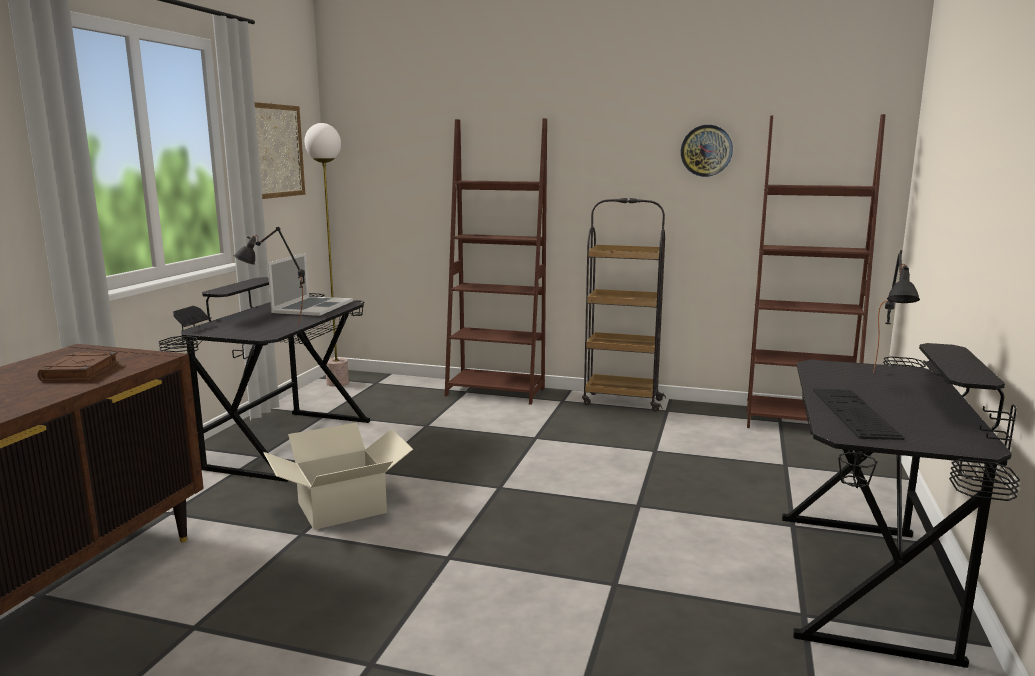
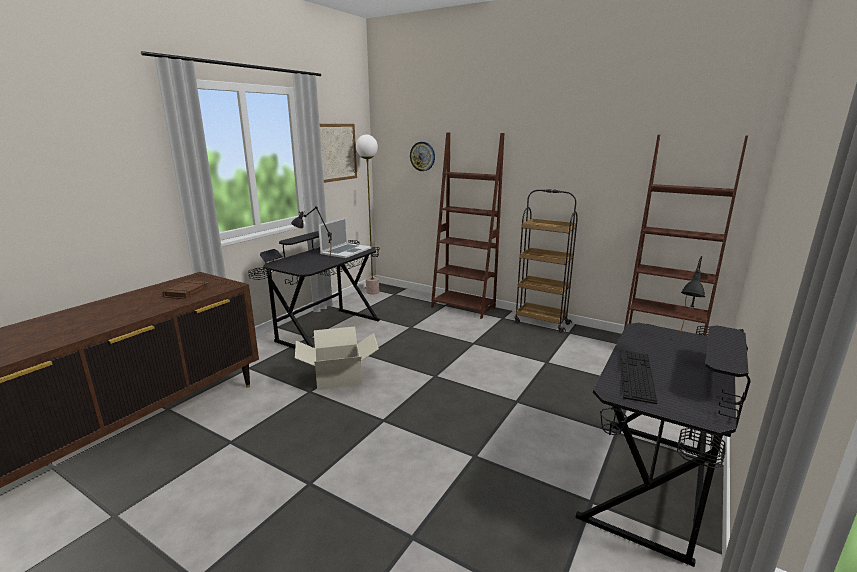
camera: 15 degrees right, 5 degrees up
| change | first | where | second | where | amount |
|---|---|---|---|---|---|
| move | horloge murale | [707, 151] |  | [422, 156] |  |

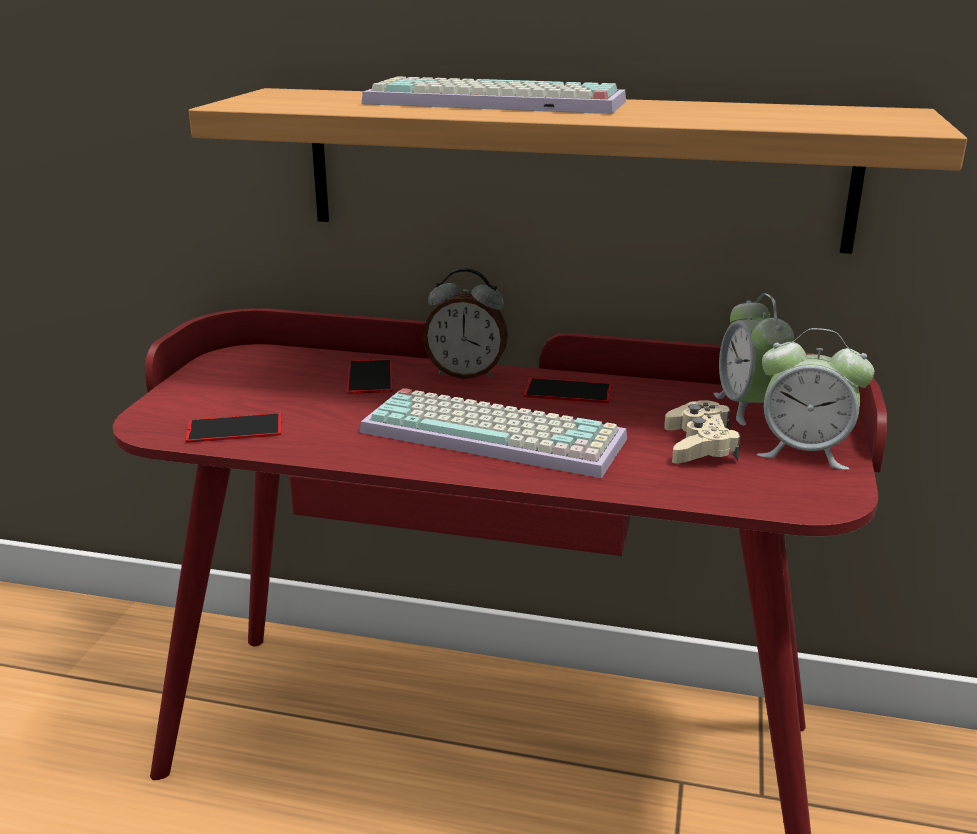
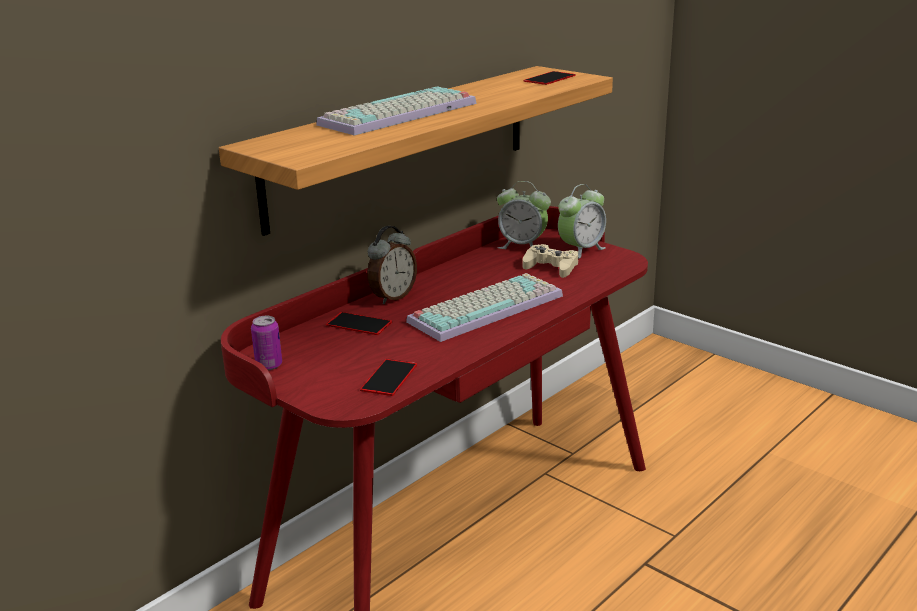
camera: 60 degrees left, 0 degrees up
| change | first | where | second | where | amount |
|---|---|---|---|---|---|
| move | téléphone | [567, 390] |  | [550, 78] |  |
| insert |  |  | boîte métallique | [266, 343] |  |

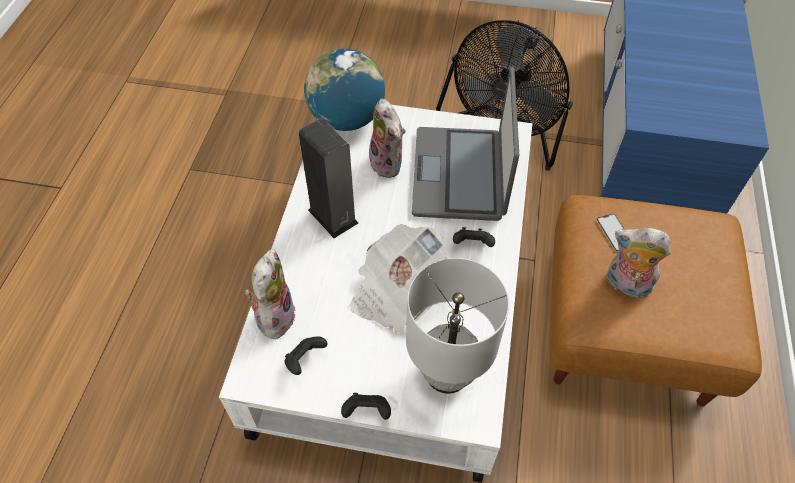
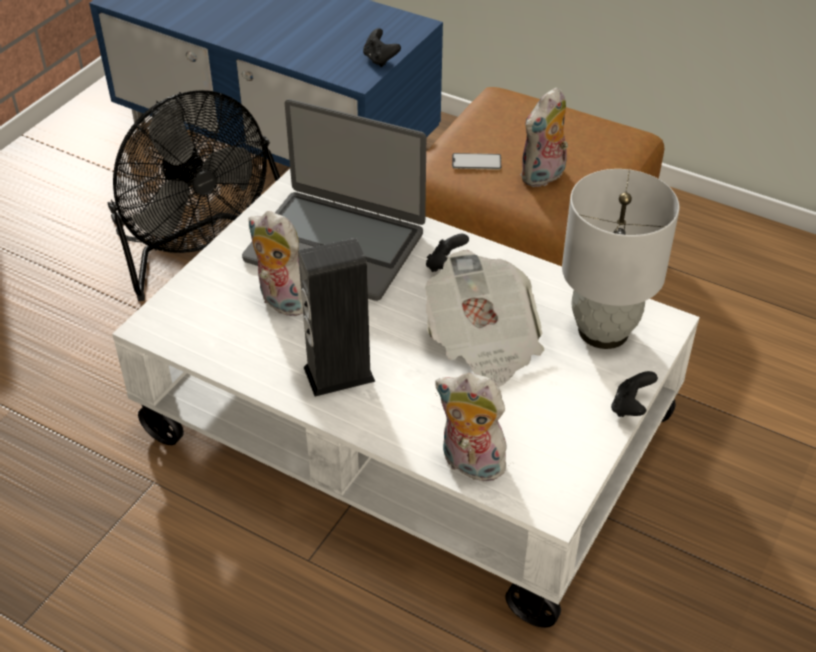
camera: 70 degrees left, 10 degrees down
| change | first | where | second | where | amount |
|---|---|---|---|---|---|
| move | manette (noir) | [306, 356] |  | [382, 47] |  |
| delete | globe | [344, 89] |  |  |  |
| rotate | peluche | [387, 138] |  | [275, 263] | 135 degrees counterclockwise |

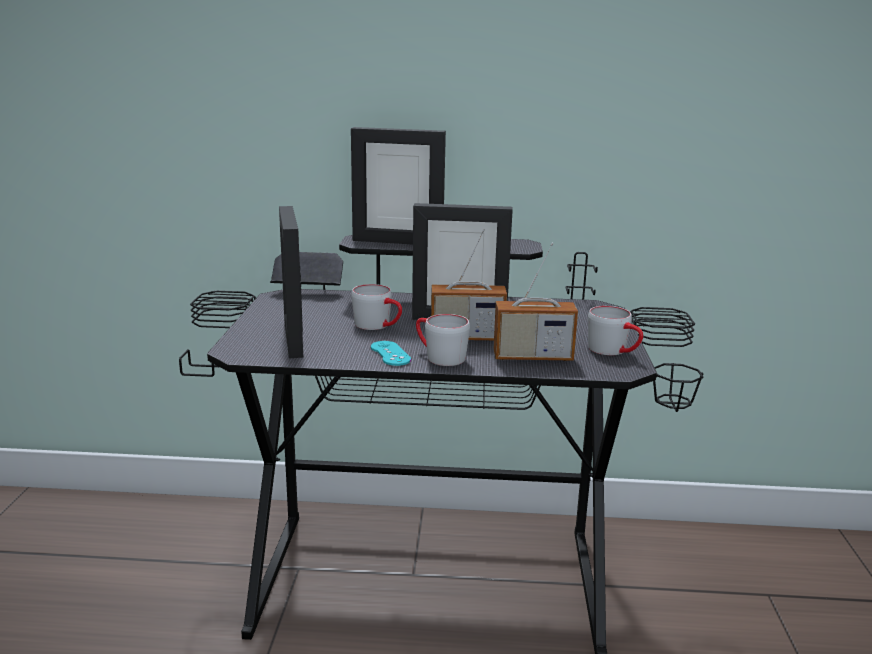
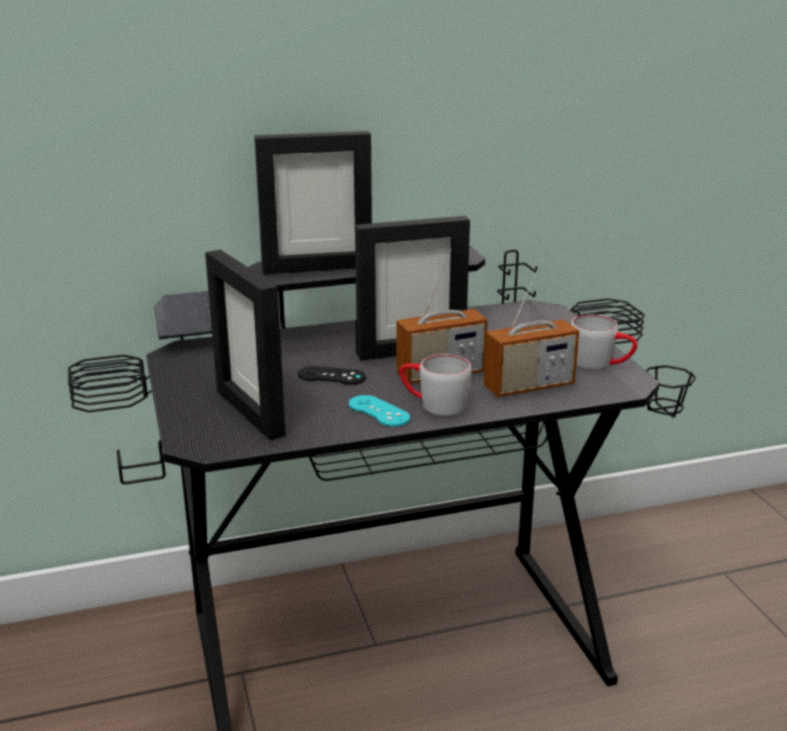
camera: 20 degrees left, 5 degrees up
| change | first | where | second | where | amount |
|---|---|---|---|---|---|
| replace | mug (gris) | [376, 307] | manette (noir) | [332, 375] |  |

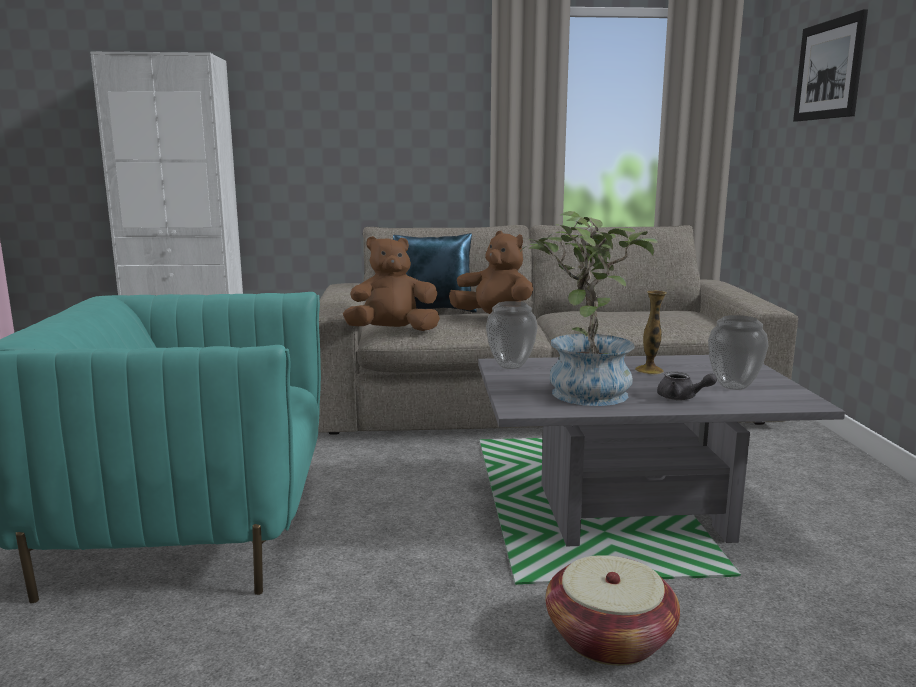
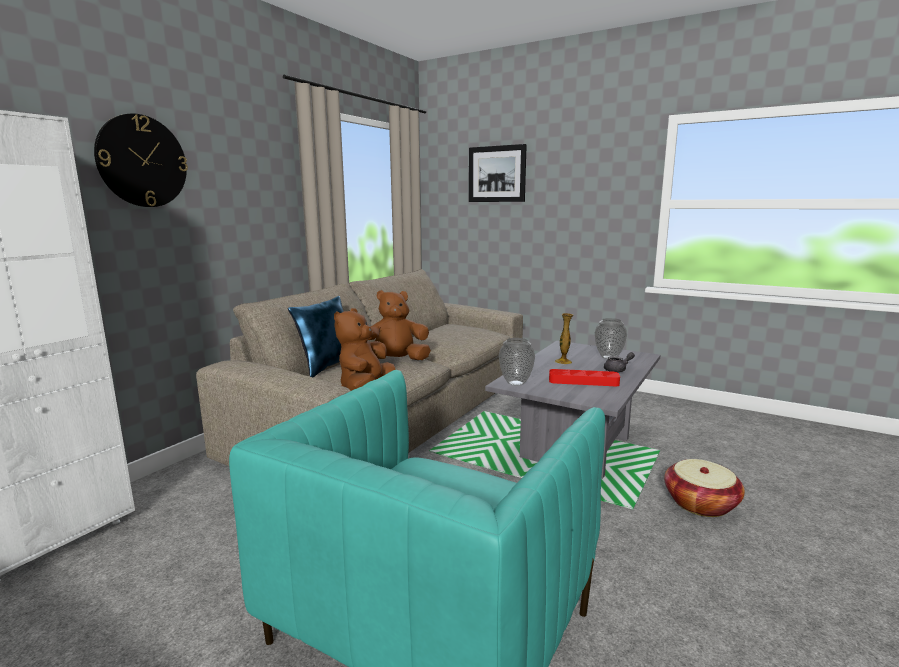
camera: 55 degrees left, 0 degrees up
| change | first | where | second | where | amount |
|---|---|---|---|---|---|
| replace | plante en pot | [588, 308] | plateau (rouge) | [584, 377] |  |
| insert |  |  | horloge murale | [141, 160] |  |

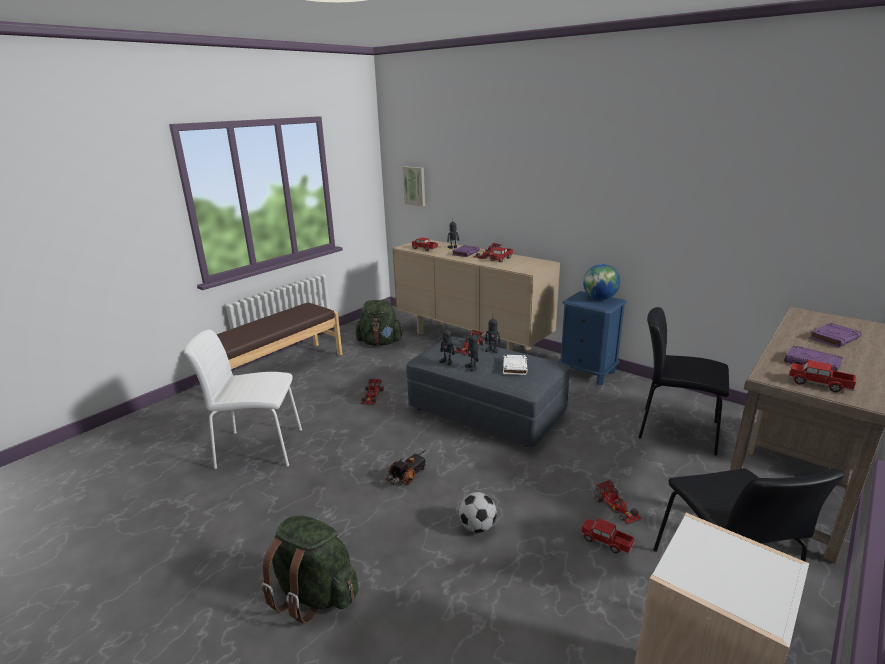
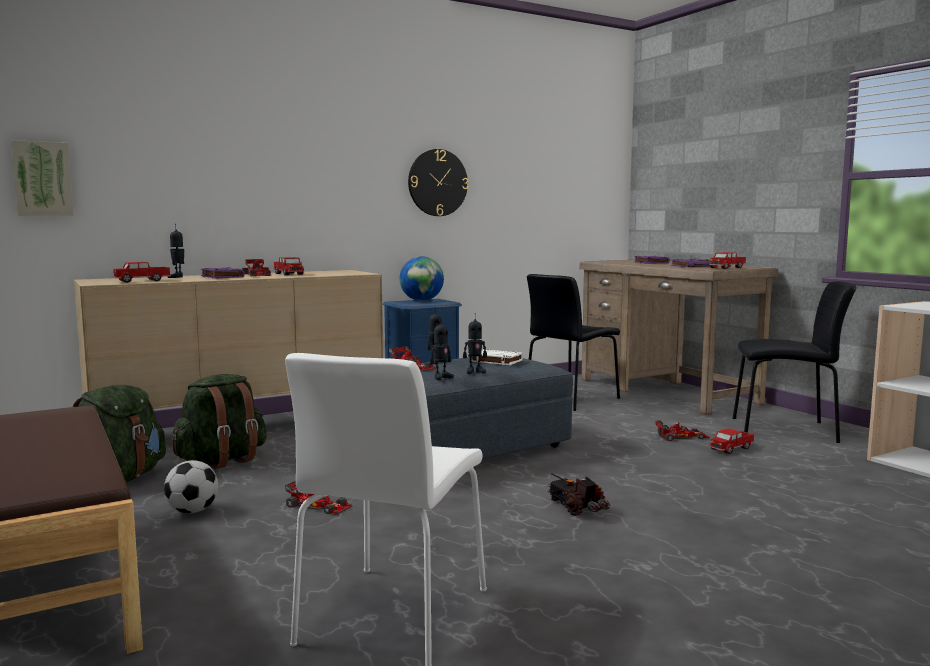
camera: 70 degrees left, 15 degrees down
| change | first | where | second | where | amount |
|---|---|---|---|---|---|
| move | sac à dos (vert) | [309, 569] |  | [219, 421] |  |
| move | ballon de foot | [478, 512] |  | [191, 486] |  |
| insert |  |  | horloge murale | [438, 182] |  |

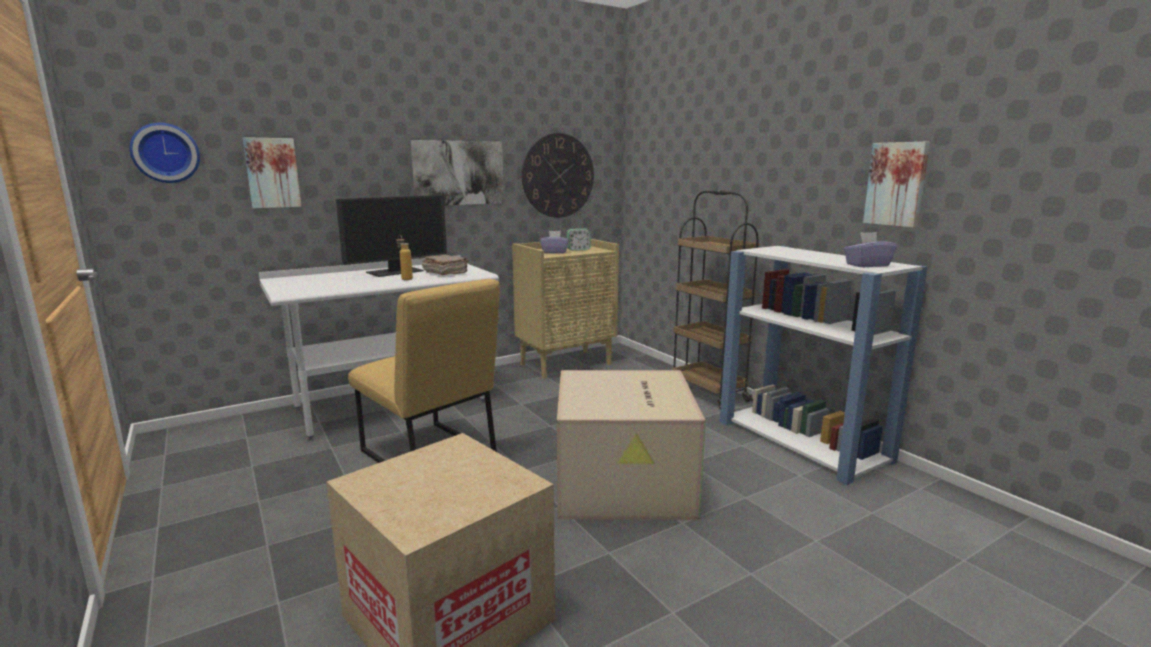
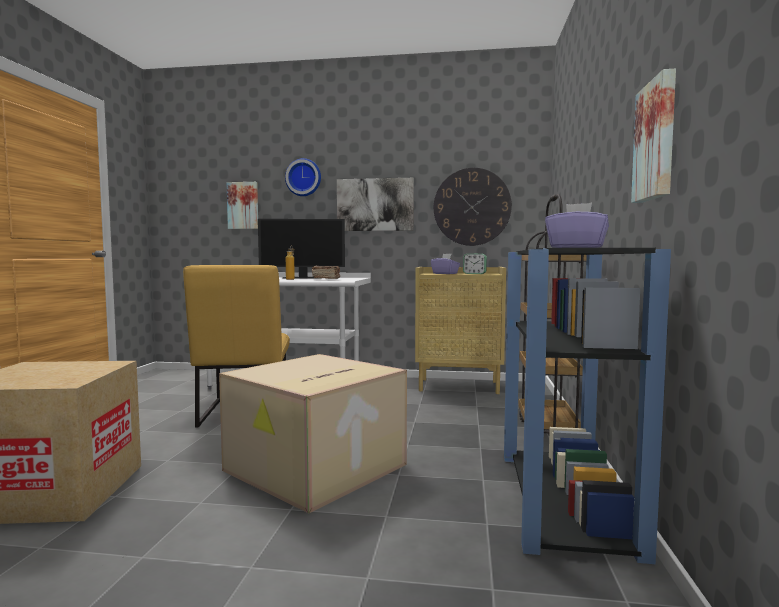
camera: 40 degrees right, 10 degrees down
| change | first | where | second | where | amount |
|---|---|---|---|---|---|
| move | horloge murale | [165, 153] |  | [303, 177] |  |
| recolor | bibliothèque (blanc) | [824, 365] | bibliothèque (noir) | [587, 406] |  |

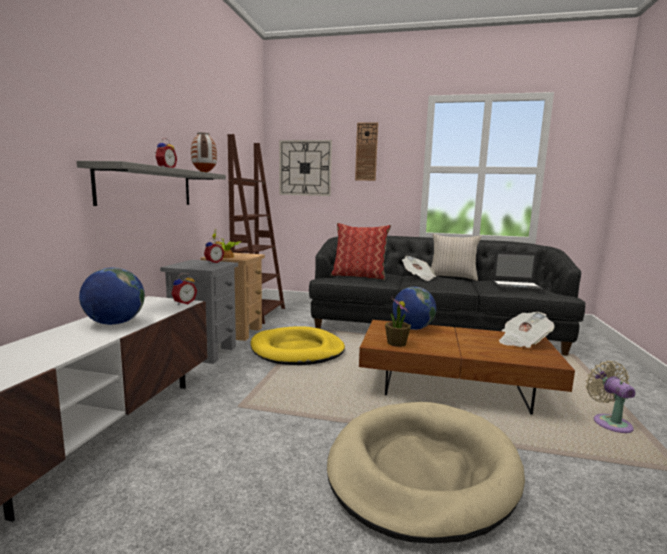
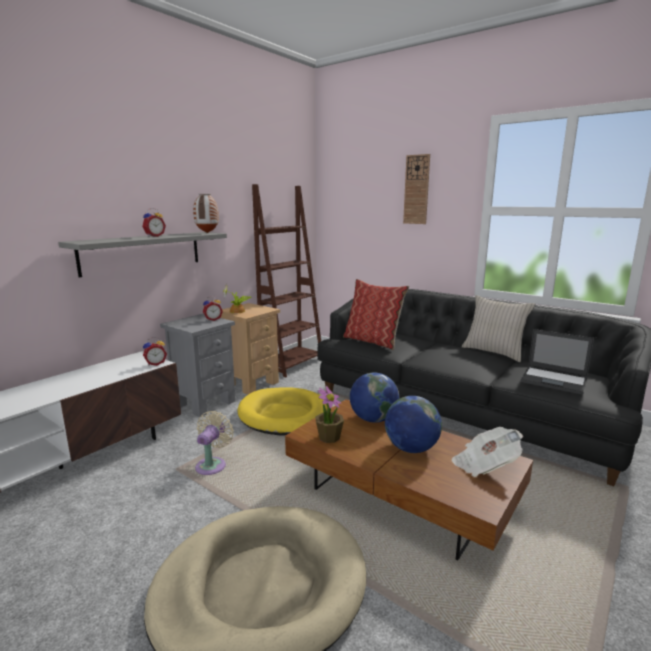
camera: 25 degrees right, 5 degrees up
| change | first | where | second | where | amount |
|---|---|---|---|---|---|
| move | globe | [112, 296] |  | [413, 424] |  |
| delete | horloge murale | [305, 168] |  |  |  |
| delete | journal | [419, 268] |  |  |  |
| move | ventilateur (beige) | [610, 397] |  | [214, 443] |  |

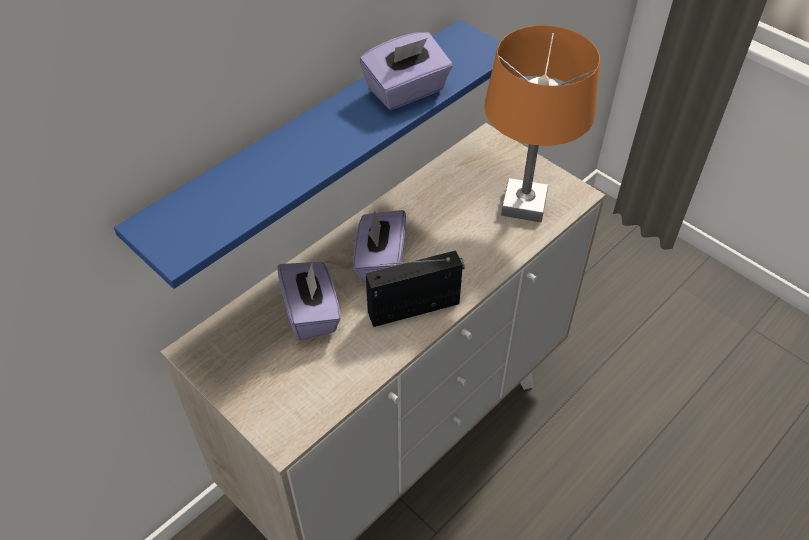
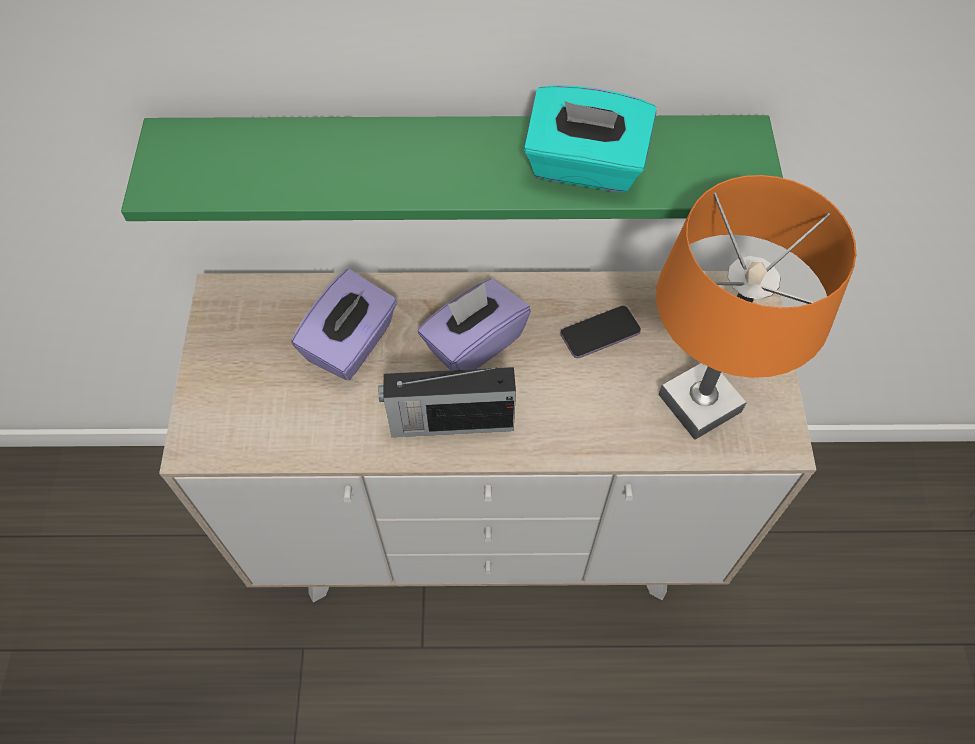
camera: 45 degrees right, 10 degrees up
| change | first | where | second | where | amount |
|---|---|---|---|---|---|
| recolor | étagère (bleu) | [307, 154] | étagère (vert) | [452, 168] |  |
| recolor | boîte à mouchoirs (violet) | [406, 71] | boîte à mouchoirs (turquoise) | [590, 138] |  |
| rotate | radio | [415, 288] |  | [447, 402] | 150 degrees clockwise |
| insert |  |  | téléphone | [601, 332] |  |

